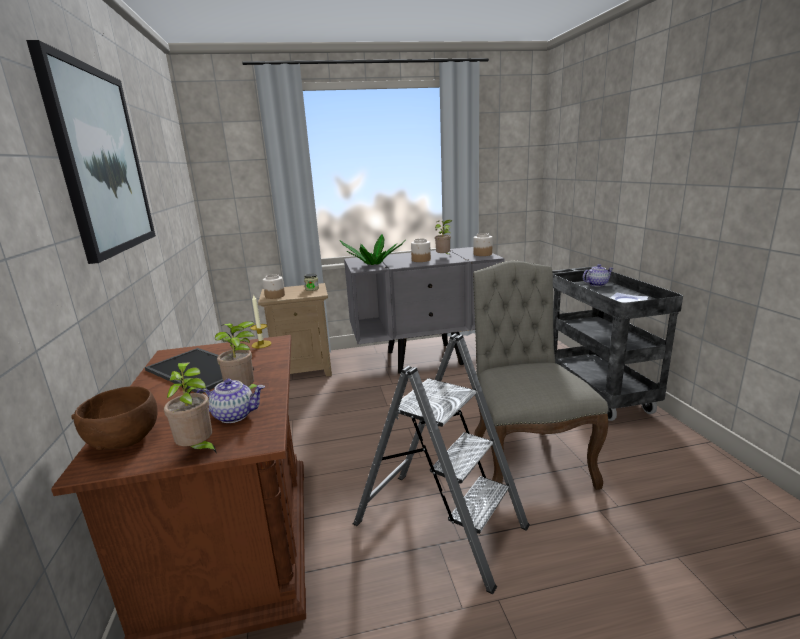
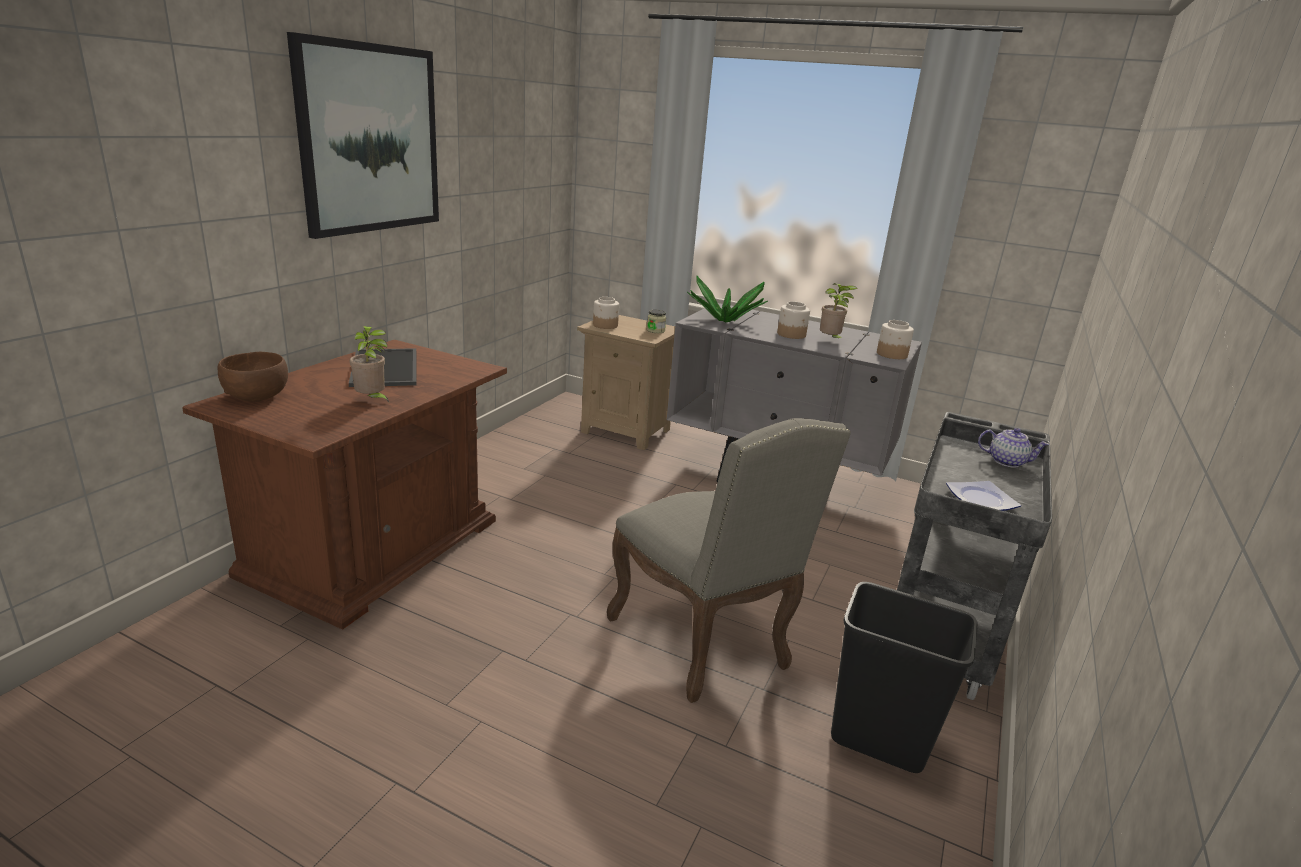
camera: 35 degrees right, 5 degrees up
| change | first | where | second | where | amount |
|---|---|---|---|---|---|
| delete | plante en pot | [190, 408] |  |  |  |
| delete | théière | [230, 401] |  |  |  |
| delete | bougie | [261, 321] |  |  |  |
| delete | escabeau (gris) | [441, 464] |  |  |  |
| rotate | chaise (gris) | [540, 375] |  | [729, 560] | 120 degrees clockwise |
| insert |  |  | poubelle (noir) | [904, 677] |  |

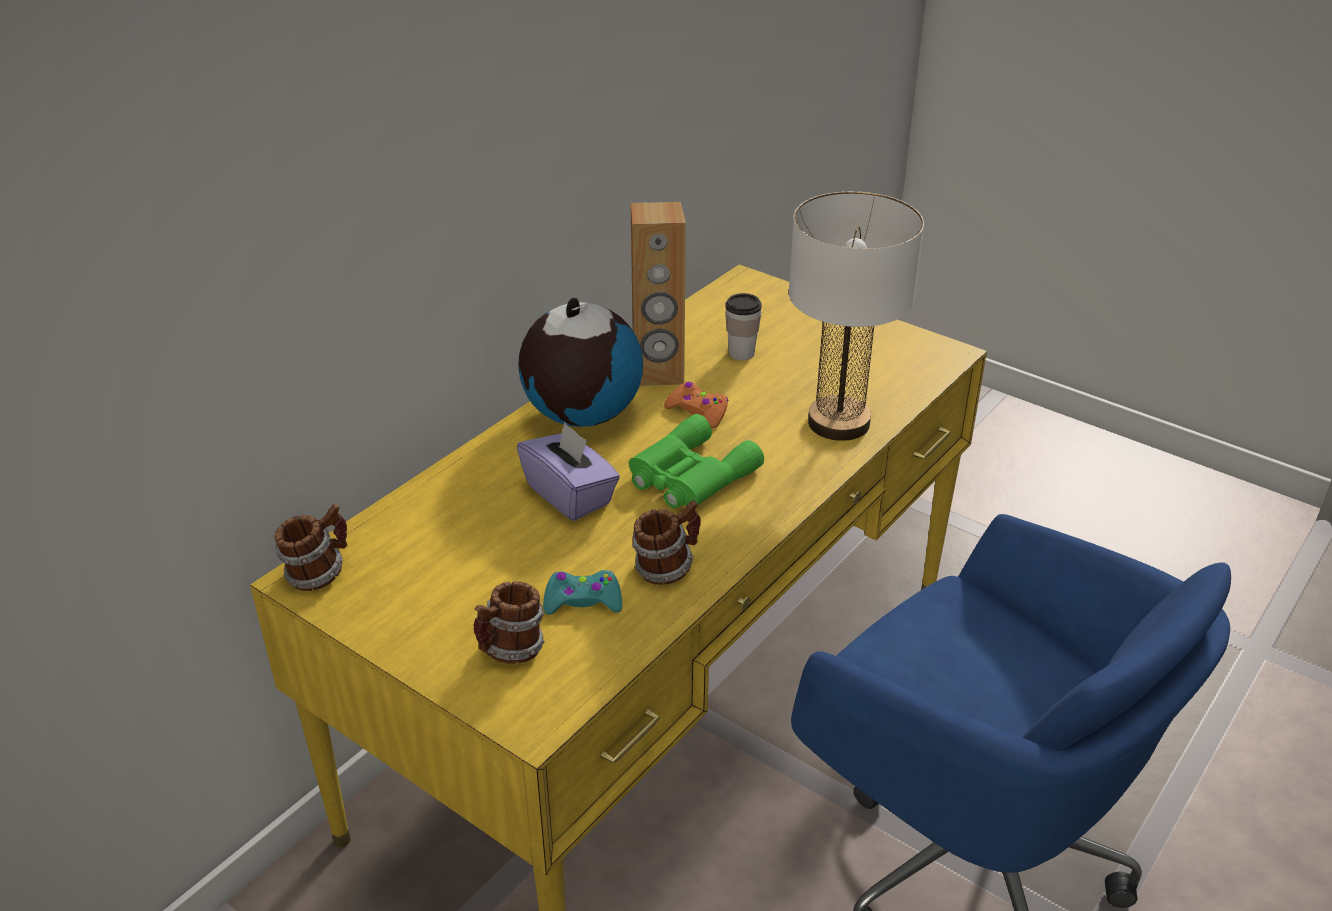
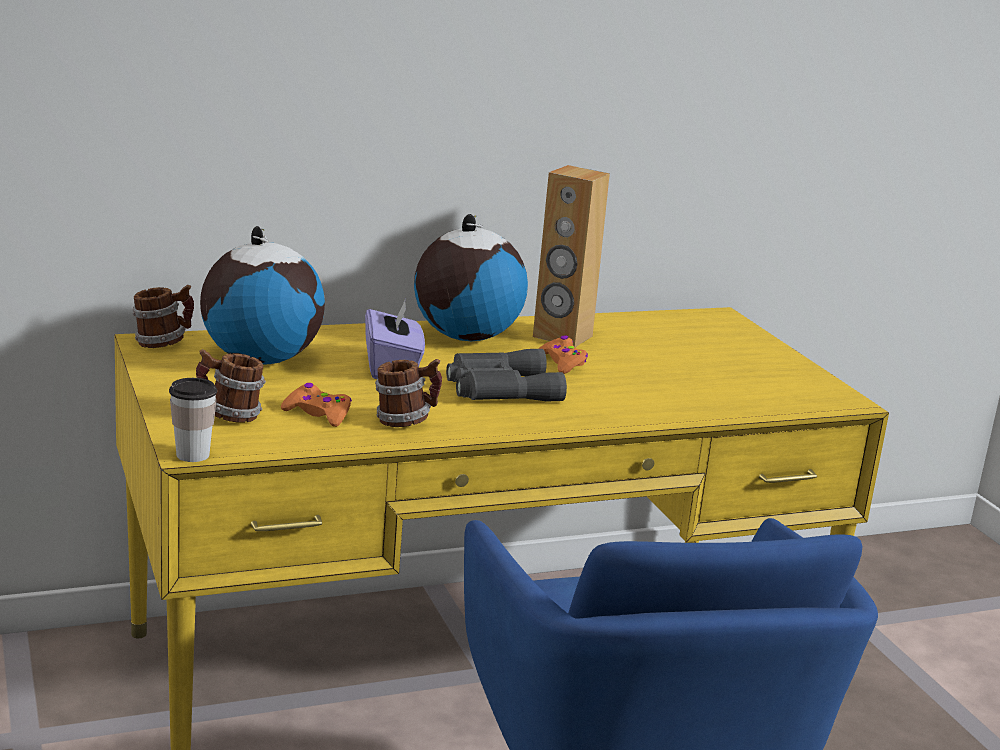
camera: 30 degrees right, 15 degrees down
| change | first | where | second | where | amount |
|---|---|---|---|---|---|
| recolor | manette (turquoise) | [582, 592] | manette (orange) | [316, 405] |  |
| recolor | jumelles (vert) | [696, 461] | jumelles (gris) | [506, 375] |  |
| move | tasse | [743, 326] |  | [193, 420] |  |
| delete | lampe de table | [856, 316] |  |  |  |
| insert |  |  | globe | [262, 295] |  |

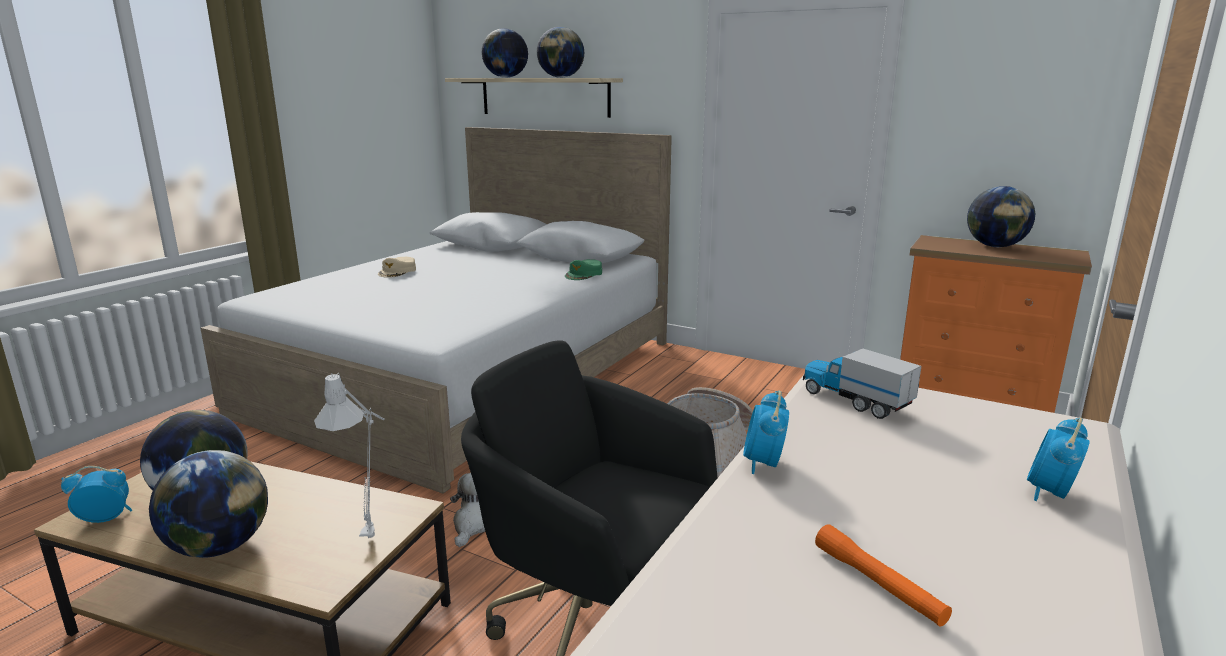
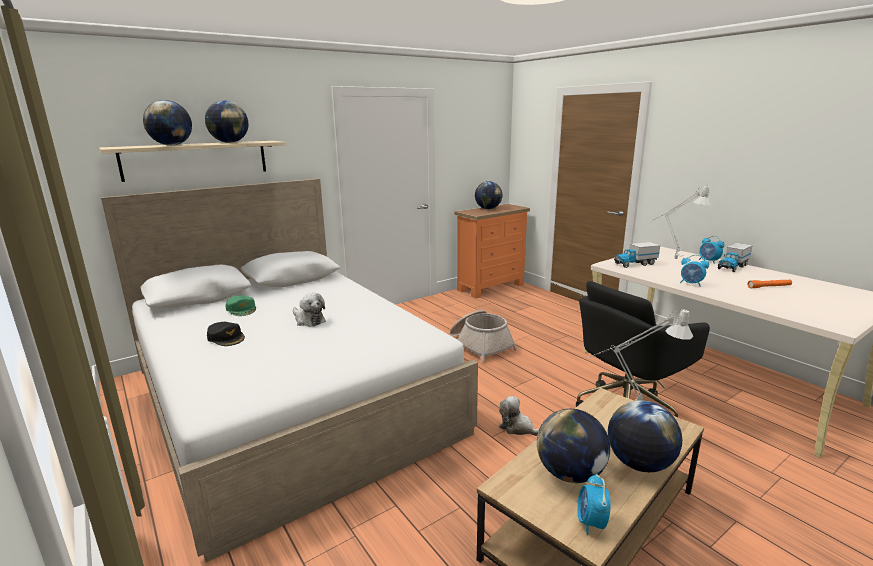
camera: 65 degrees left, 0 degrees up
| change | first | where | second | where | amount |
|---|---|---|---|---|---|
| recolor | casquette (beige) | [397, 267] | casquette (noir) | [226, 334] |  |
| move | casquette (vert) | [583, 269] |  | [241, 305] |  |
| insert |  |  | peluche | [309, 310] |  |
| insert |  |  | lampe de table (gris) | [681, 222] |  |
| insert |  |  | camion jouet | [735, 257] |  |

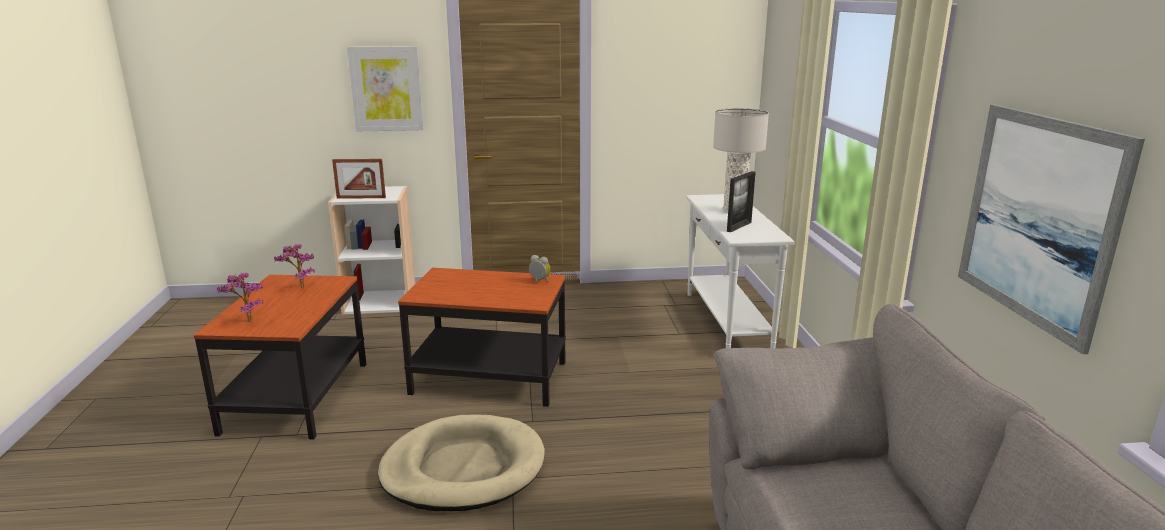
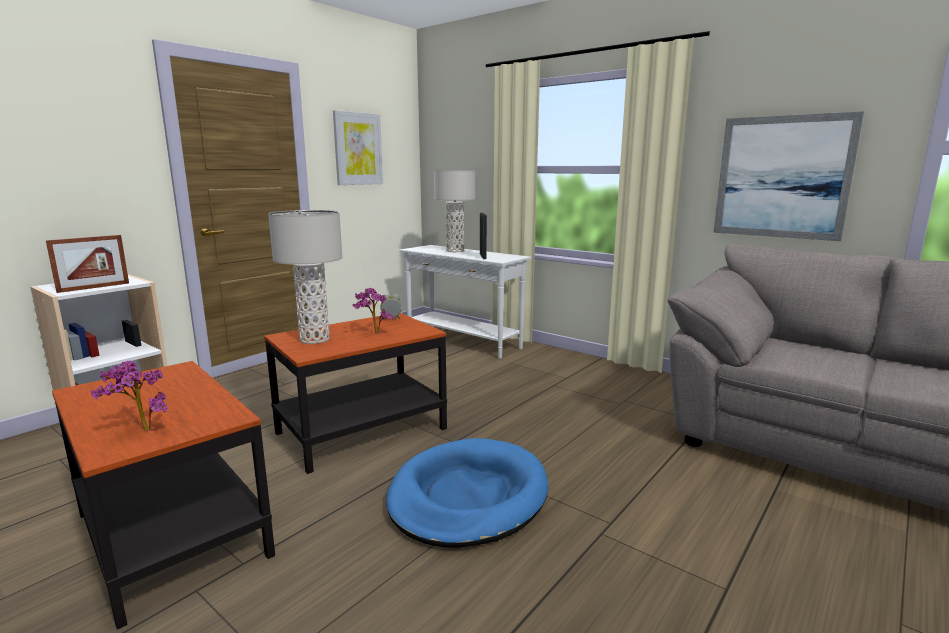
camera: 45 degrees left, 5 degrees down
| change | first | where | second | where | amount |
|---|---|---|---|---|---|
| move | plante en pot | [294, 266] |  | [373, 310] |  |
| move | tableau | [385, 88] |  | [358, 147] |  |
| recolor | panier pour chien (beige) | [461, 462] | panier pour chien (bleu) | [467, 493] |  |
| insert |  |  | lampe de table (blanc) | [305, 277] |  |

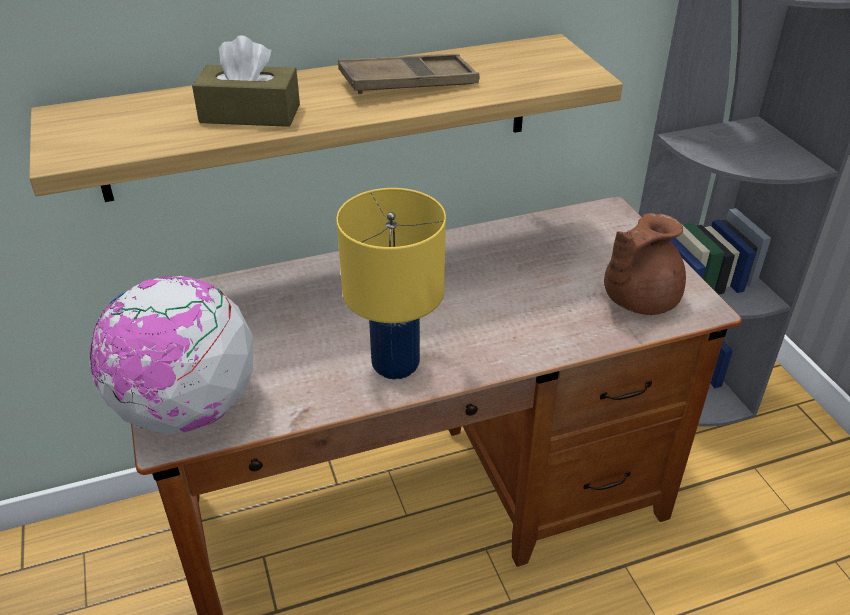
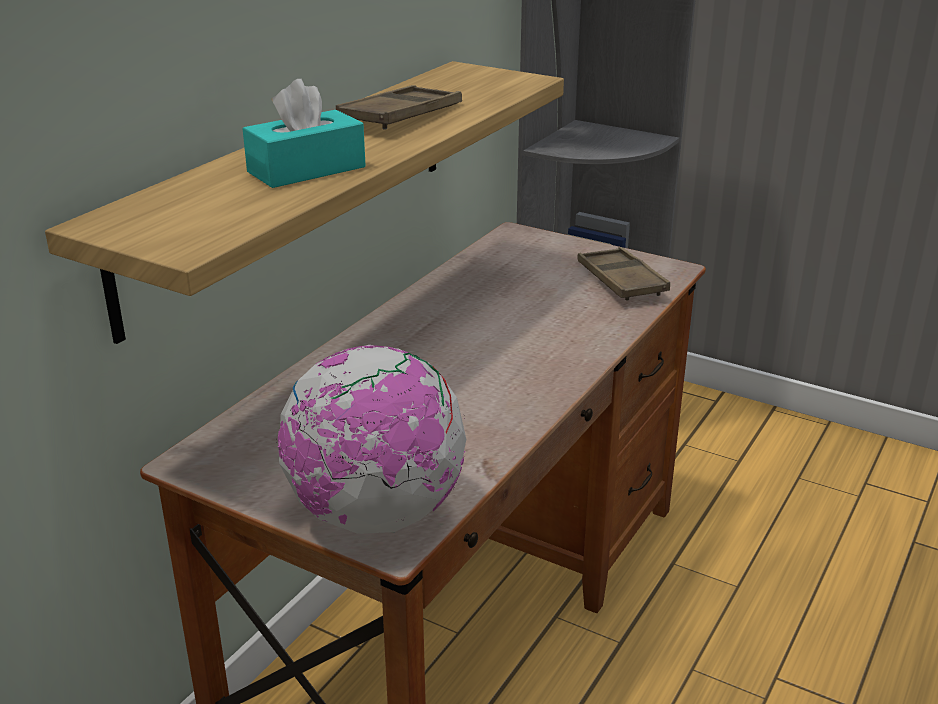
camera: 40 degrees left, 10 degrees down
| change | first | where | second | where | amount |
|---|---|---|---|---|---|
| recolor | boîte à mouchoirs (marron) | [246, 81] | boîte à mouchoirs (turquoise) | [304, 133] |  |
| delete | lampe de table (jaune) | [391, 283] |  |  |  |
| replace | théière (marron) | [645, 264] | plateau (marron) | [624, 273] |  |

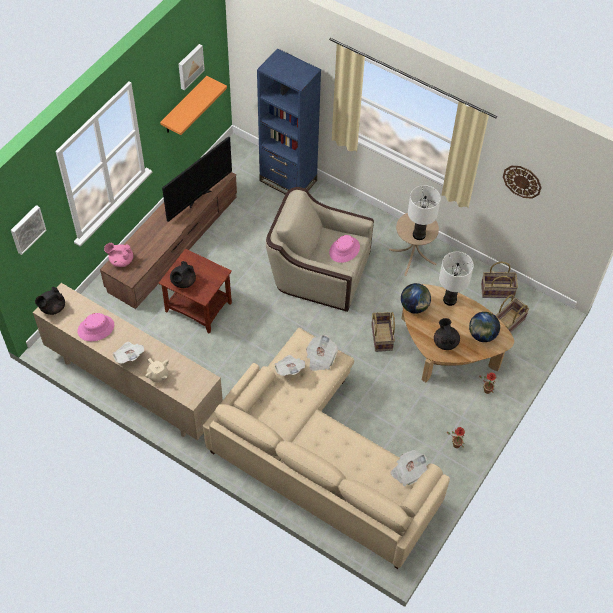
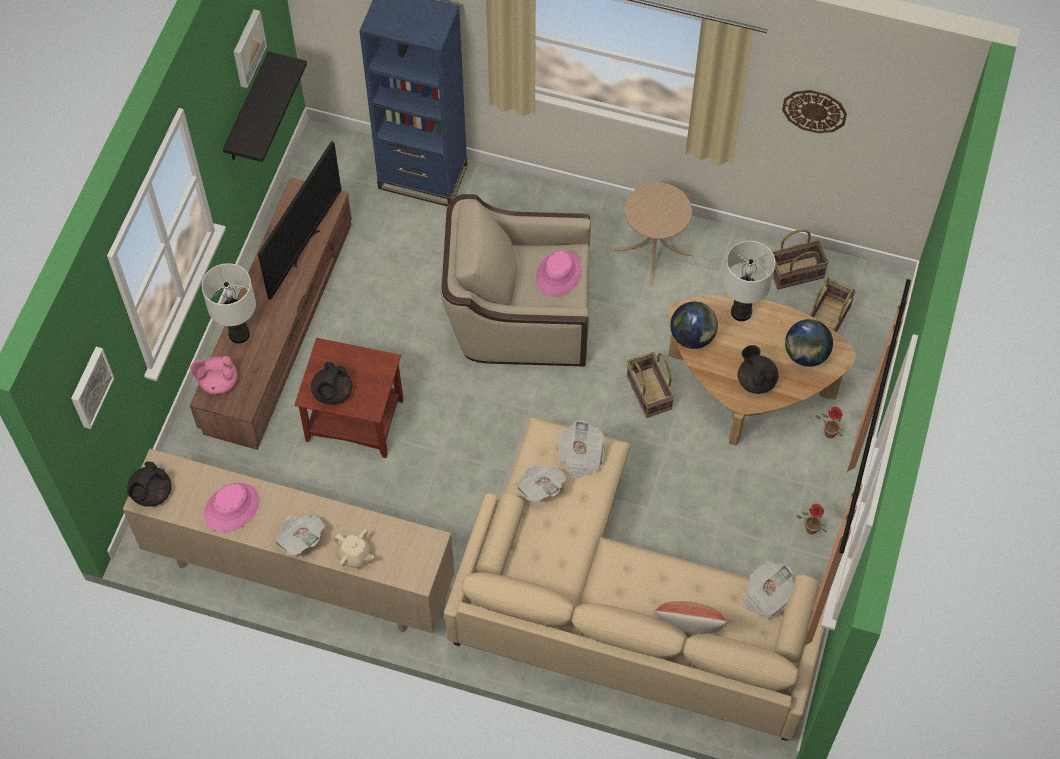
camera: 15 degrees left, 5 degrees up
| change | first | where | second | where | amount |
|---|---|---|---|---|---|
| recolor | étagère (orange) | [193, 105] | étagère (noir) | [265, 106] |  |
| move | lampe de table (blanc) | [424, 212] |  | [228, 303] |  |
| insert |  |  | coussin | [690, 617] |  |

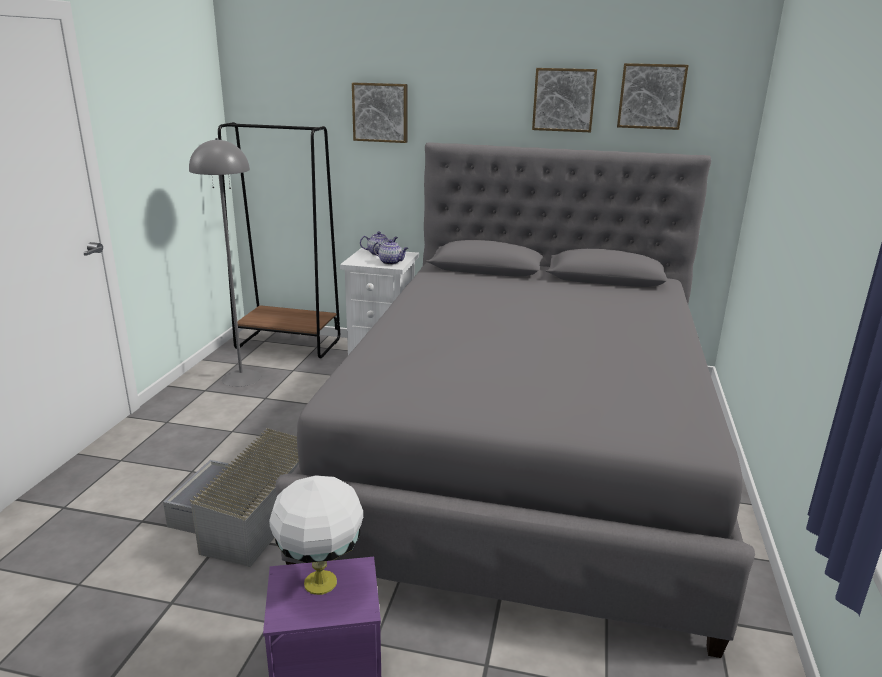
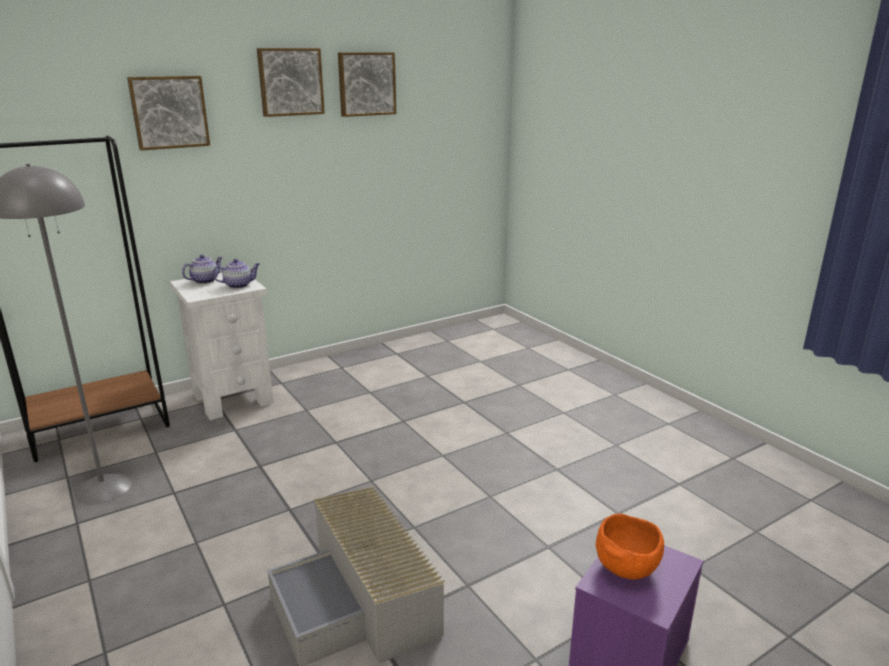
camera: 45 degrees left, 0 degrees up
| change | first | where | second | where | amount |
|---|---|---|---|---|---|
| replace | lampe de table (blanc) | [316, 535] | bol (orange) | [630, 547] |  |
| delete | lit (gris) | [515, 400] |  |  |  |
| move | tableau | [653, 96] |  | [291, 82] |  |

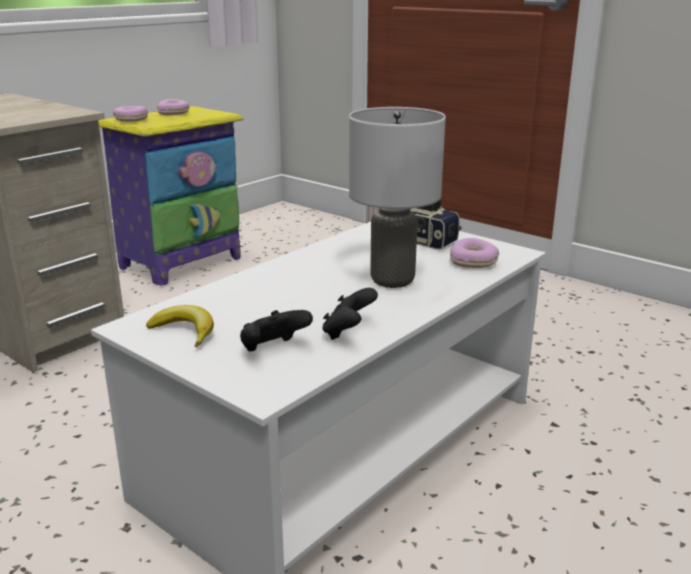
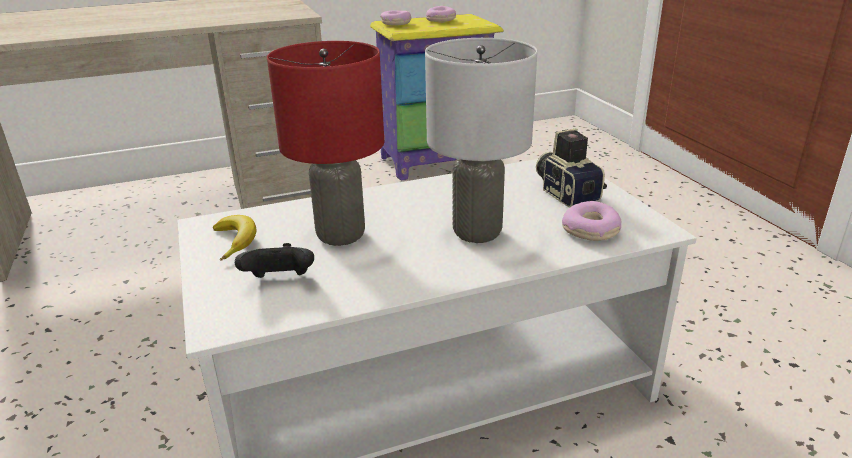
camera: 30 degrees right, 5 degrees up
| change | first | where | second | where | amount |
|---|---|---|---|---|---|
| delete | manette (noir) | [350, 314] |  |  |  |
| insert |  |  | lampe de table (rouge) | [325, 143] |  |

